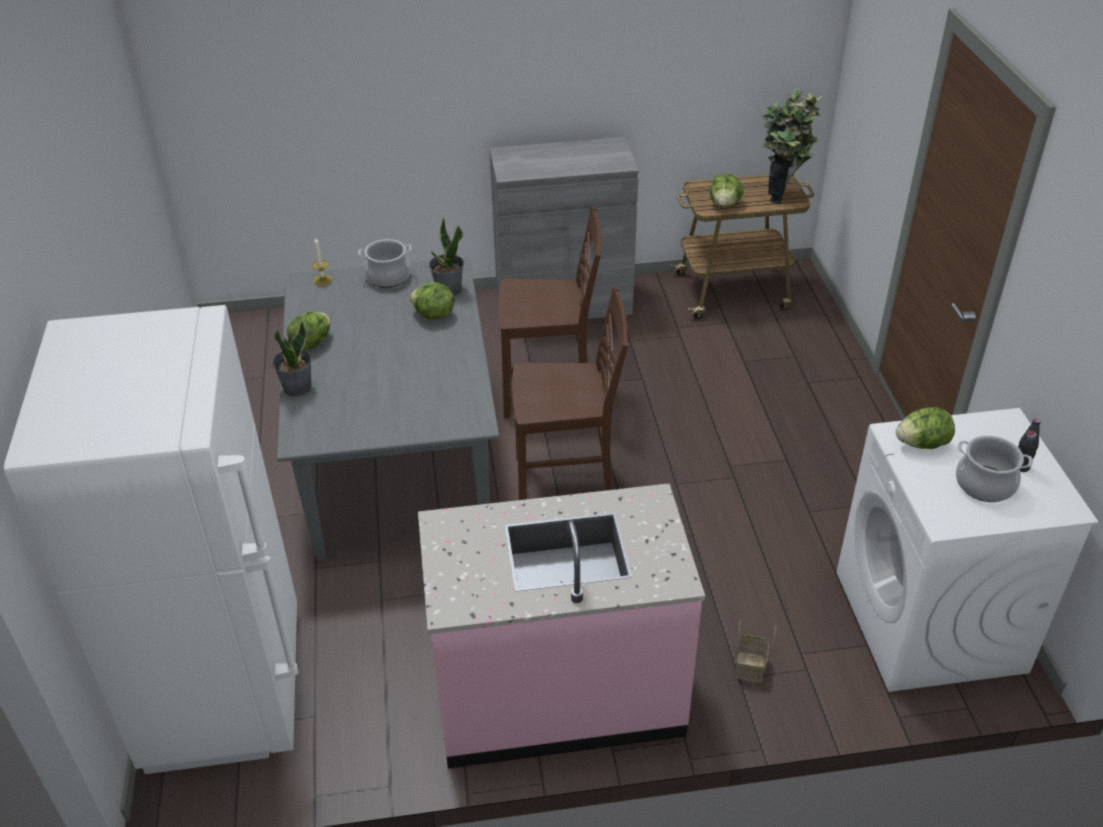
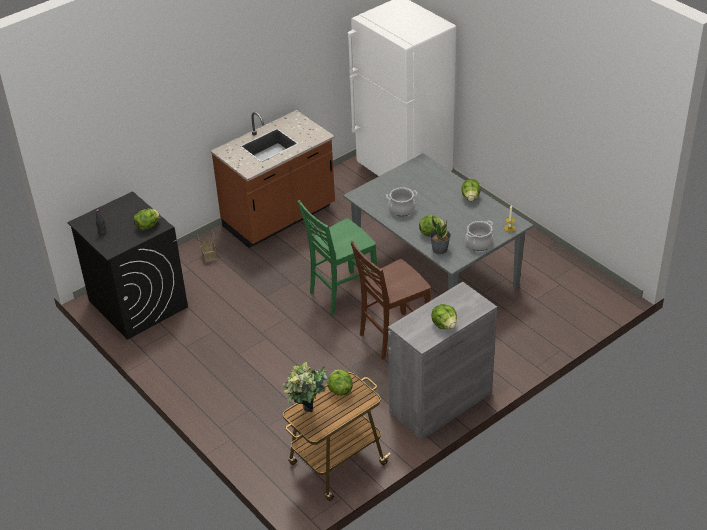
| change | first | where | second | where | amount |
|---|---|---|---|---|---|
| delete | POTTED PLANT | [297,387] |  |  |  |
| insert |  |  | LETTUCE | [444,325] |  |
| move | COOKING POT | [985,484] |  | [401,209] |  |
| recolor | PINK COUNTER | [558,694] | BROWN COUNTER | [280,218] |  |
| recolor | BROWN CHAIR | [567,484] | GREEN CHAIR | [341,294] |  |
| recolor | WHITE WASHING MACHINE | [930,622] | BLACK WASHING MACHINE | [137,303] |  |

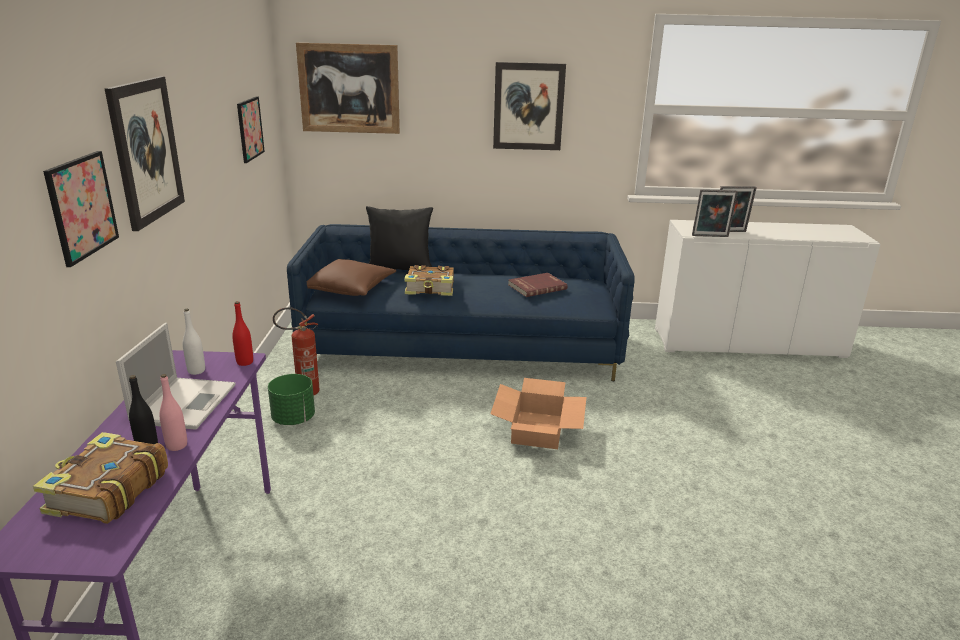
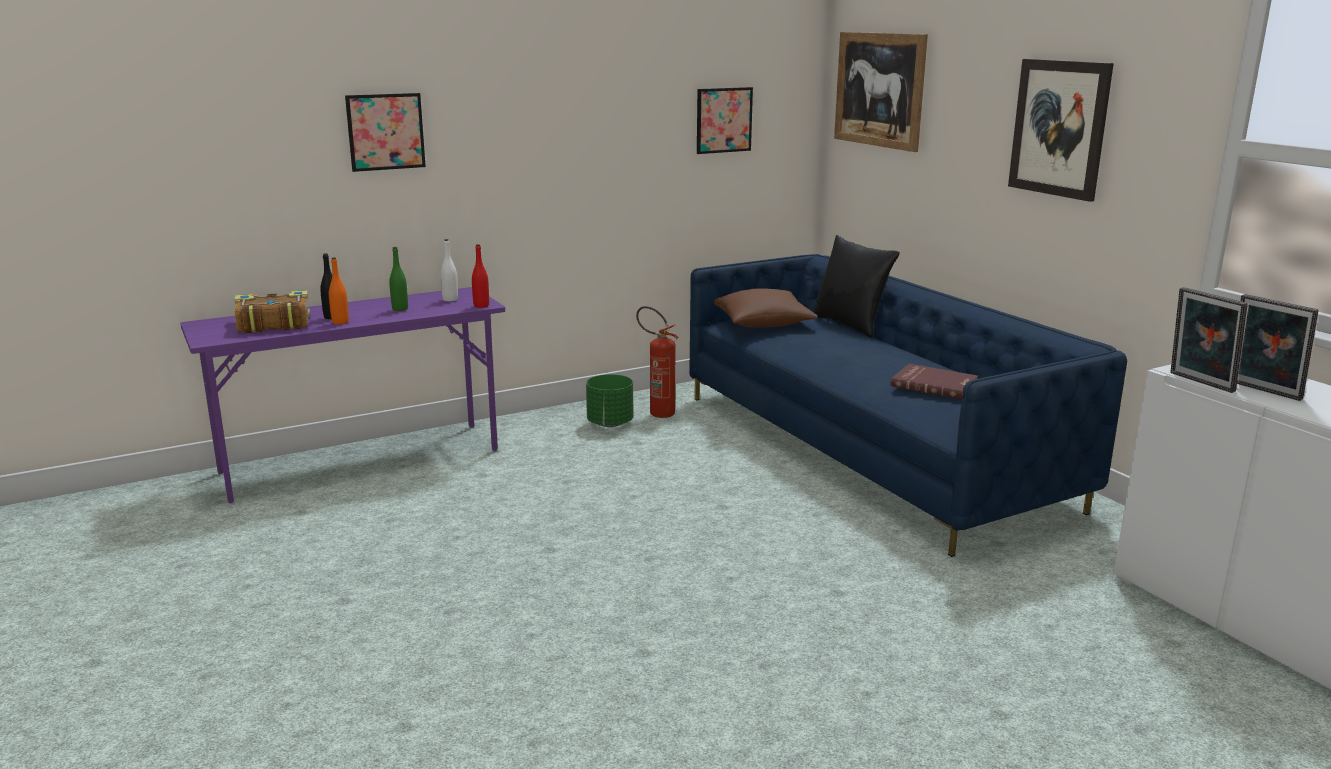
| change | first | where | second | where | amount |
|---|---|---|---|---|---|
| delete | PICTURE | [146,151] |  |  |  |
| delete | BOOK | [431,289] |  |  |  |
| delete | CARDBOARD BOX | [537,429] |  |  |  |
| replace | LAPTOP | [185,402] | GREEN BOTTLE | [400,309] |  |
| recolor | PINK BOTTLE | [177,445] | ORANGE BOTTLE | [340,322] |  |

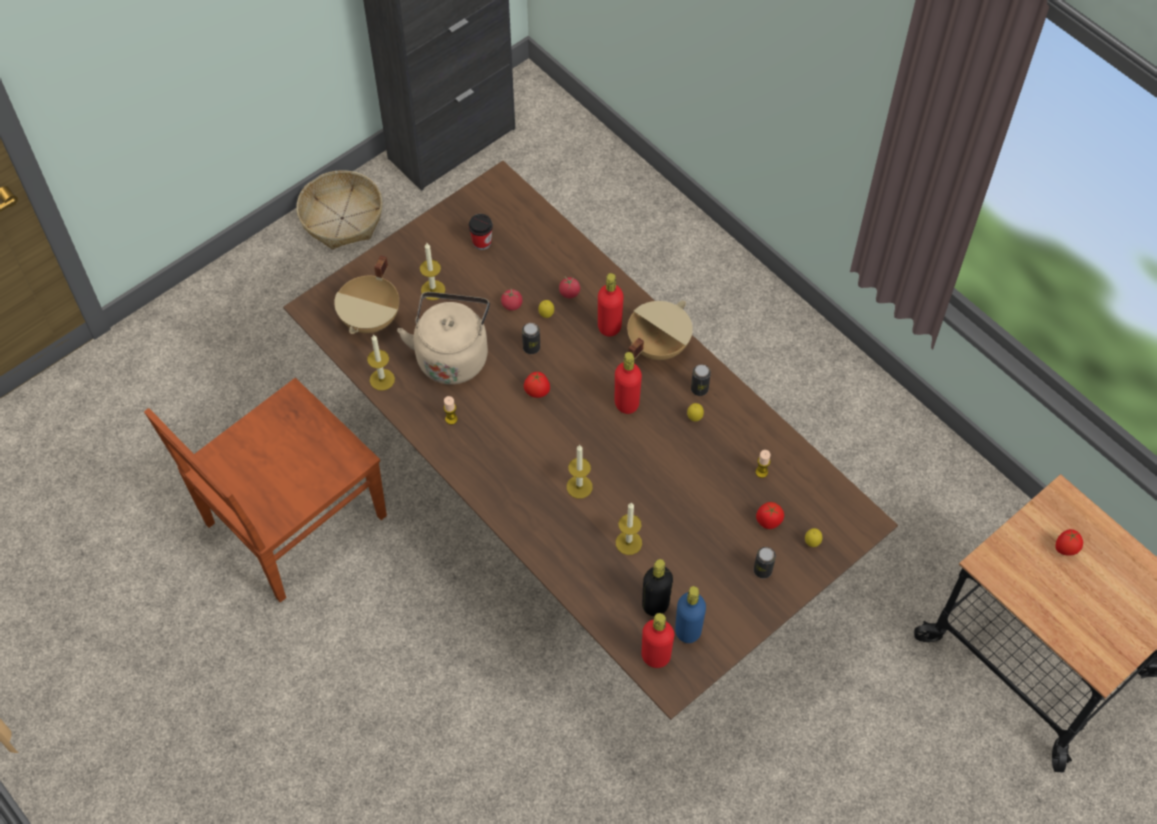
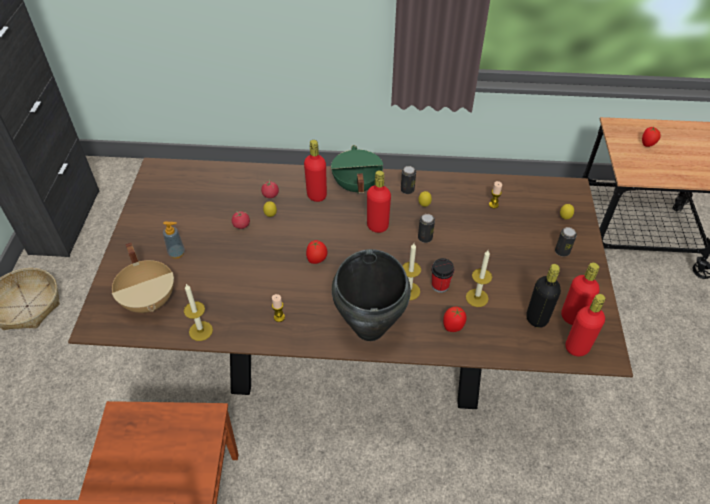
| change | first | where | second | where | amount |
|---|---|---|---|---|---|
| delete | BEIGE KETTLE | [452,355] |  |  |  |
| insert |  |  | BLACK COOKING POT | [370,328] |  |
| move | CUP | [482,242] |  | [440,285] |  |
| move | CAN | [531,347] |  | [425,238] |  |
| move | TOMATO | [768,522] |  | [453,326] |  |
| replace | CANDLE | [433,290] | SOAP DISPENSER | [177,253] |  |
| recolor | BEIGE COOKING POT | [657,345] | GREEN COOKING POT | [356,186] |  |
| recolor | BLUE BOTTLE | [688,631] | RED BOTTLE | [572,317] |  |

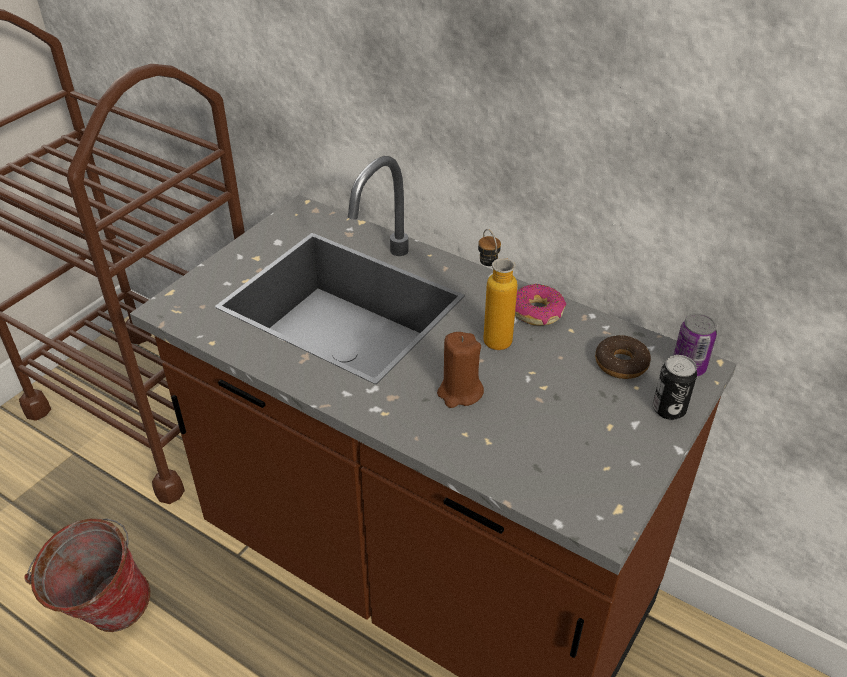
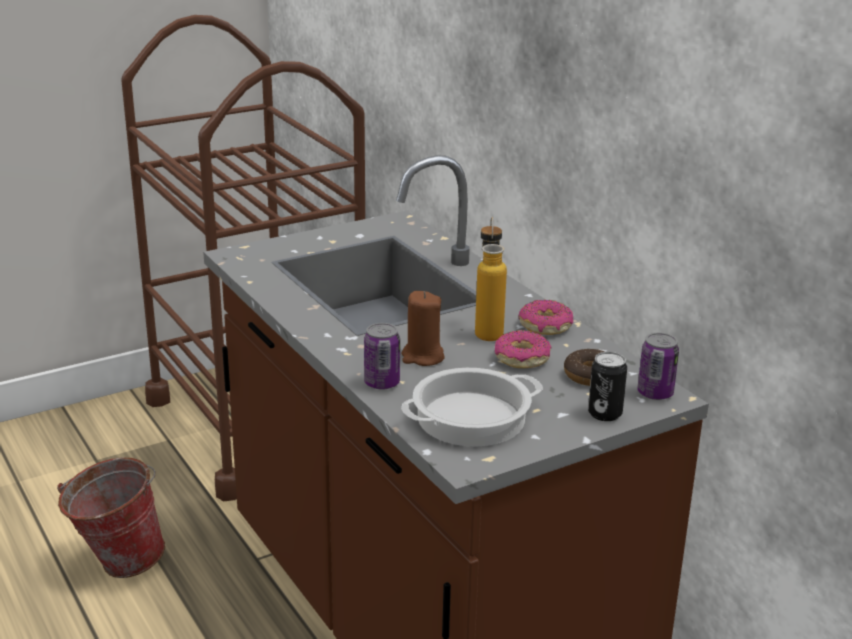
| change | first | where | second | where | amount |
|---|---|---|---|---|---|
| insert |  |  | CAN | [382,383] |  |
| insert |  |  | COOKING POT | [471,419] |  |
| insert |  |  | DONUT | [521,358] |  |

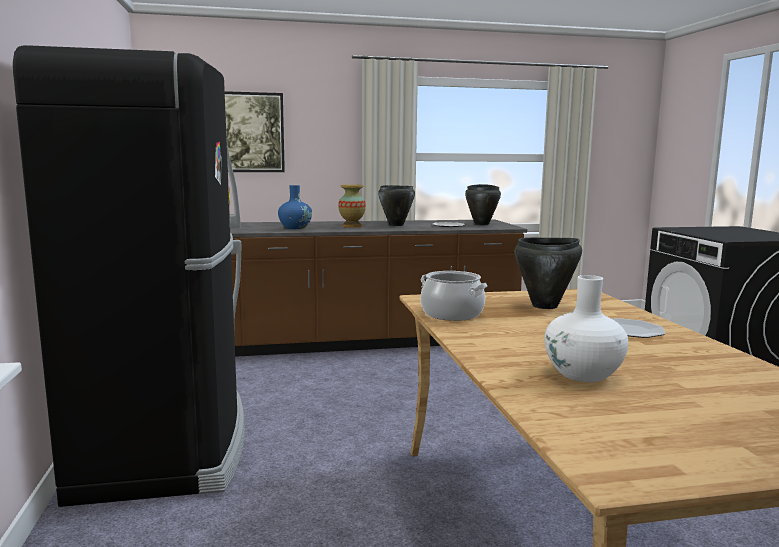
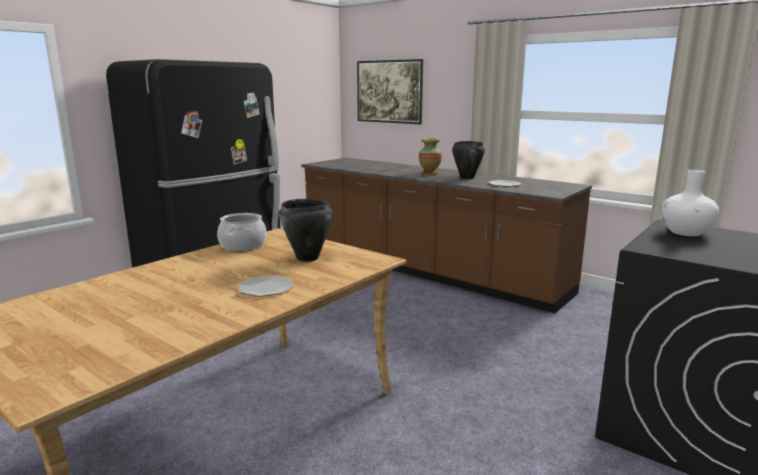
| change | first | where | second | where | amount |
|---|---|---|---|---|---|
| delete | BLUE VASE | [295,228] |  |  |  |
| delete | BLACK COOKING POT | [482,224] |  |  |  |
| move | WHITE VASE | [582,374] |  | [685,232] |  |

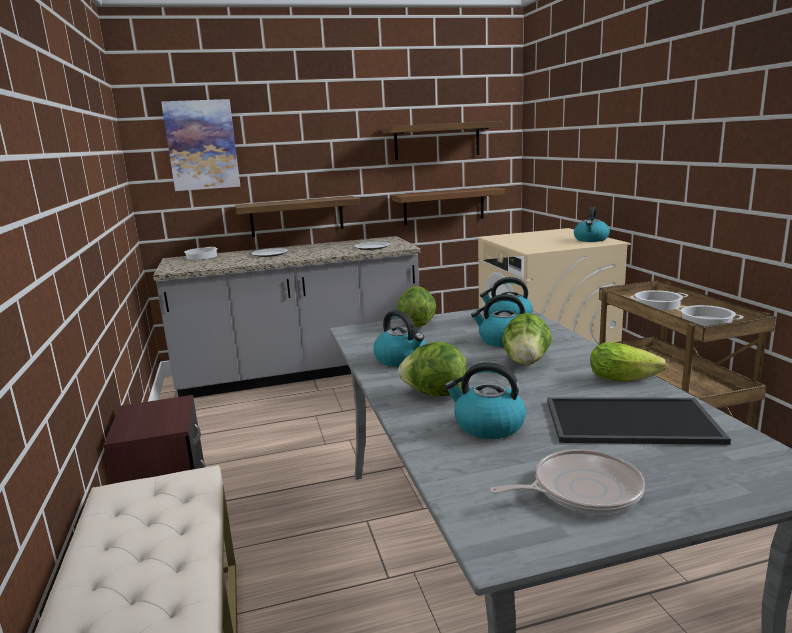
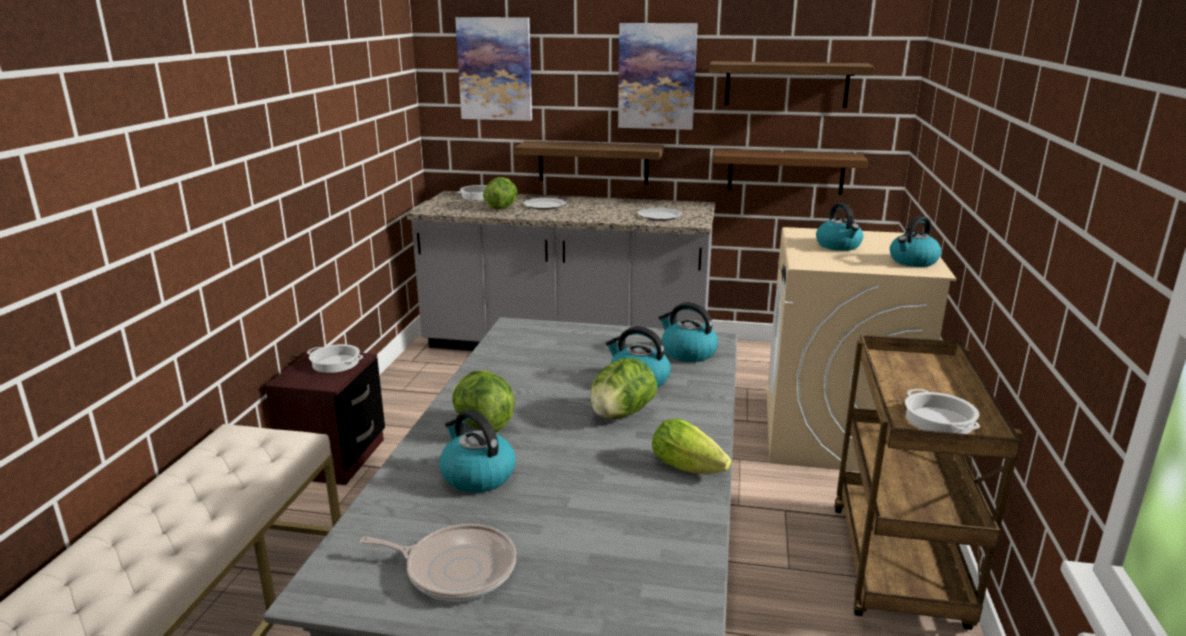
| change | first | where | second | where | amount |
|---|---|---|---|---|---|
| delete | TRAY | [629,422] |  |  |  |
| insert |  |  | PICTURE | [657,76] |  |
| move | KETTLE | [401,359] |  | [839,246] |  |
| move | LETTUCE | [416,324] |  | [502,208] |  |
| move | COOKING POT | [657,305] |  | [335,363] |  |

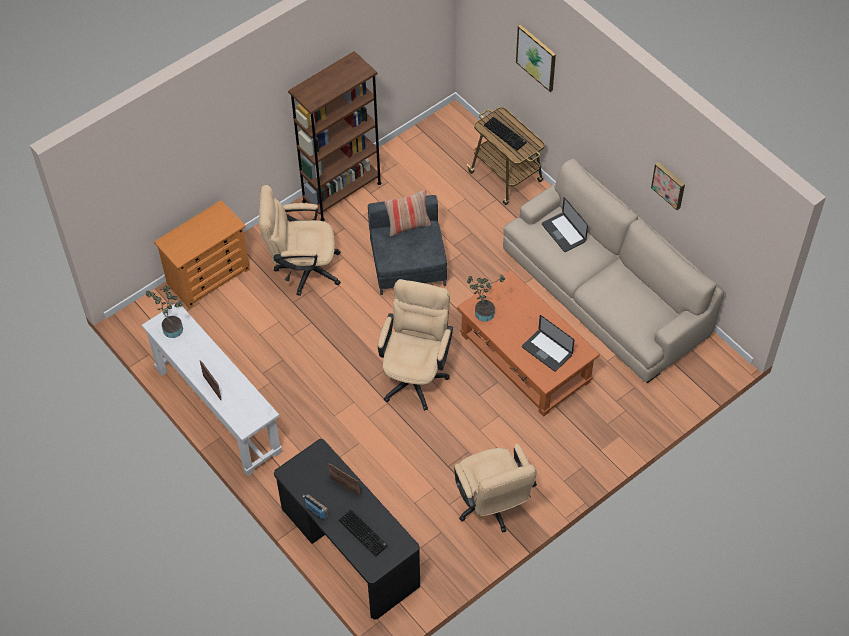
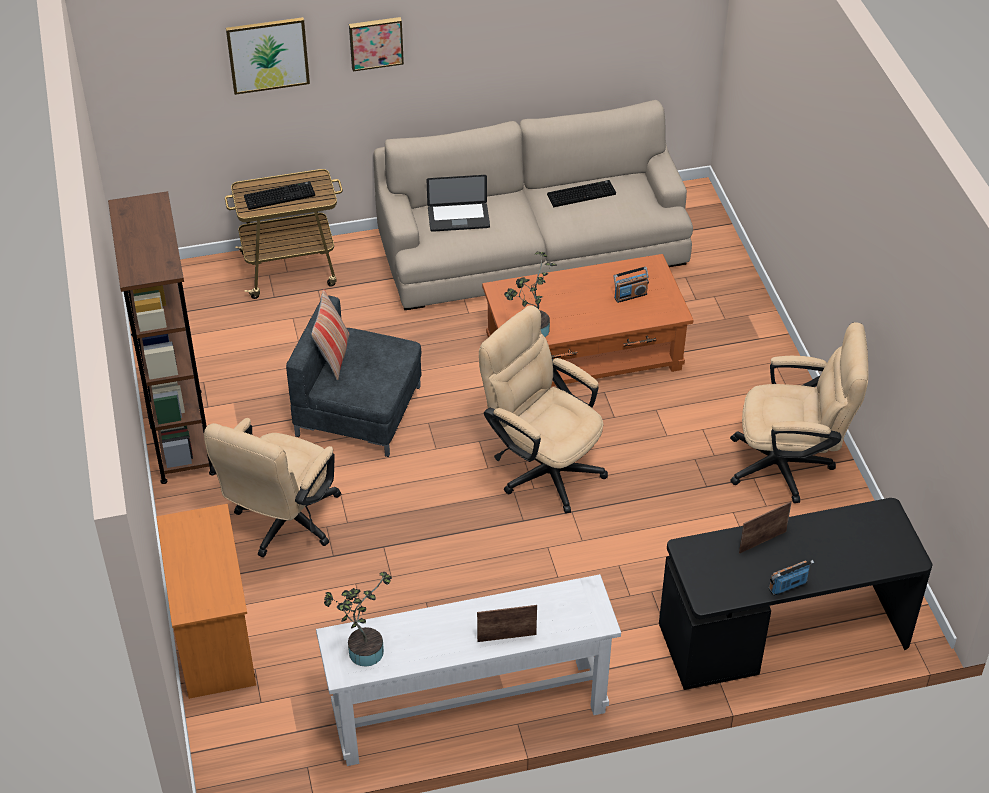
| change | first | where | second | where | amount |
|---|---|---|---|---|---|
| move | KEYBOARD | [364,533] |  | [581,194] |  |
| move | PICTURE | [669,185] |  | [375,42] |  |
| replace | LAPTOP | [547,351] | RADIO | [630,295] |  |

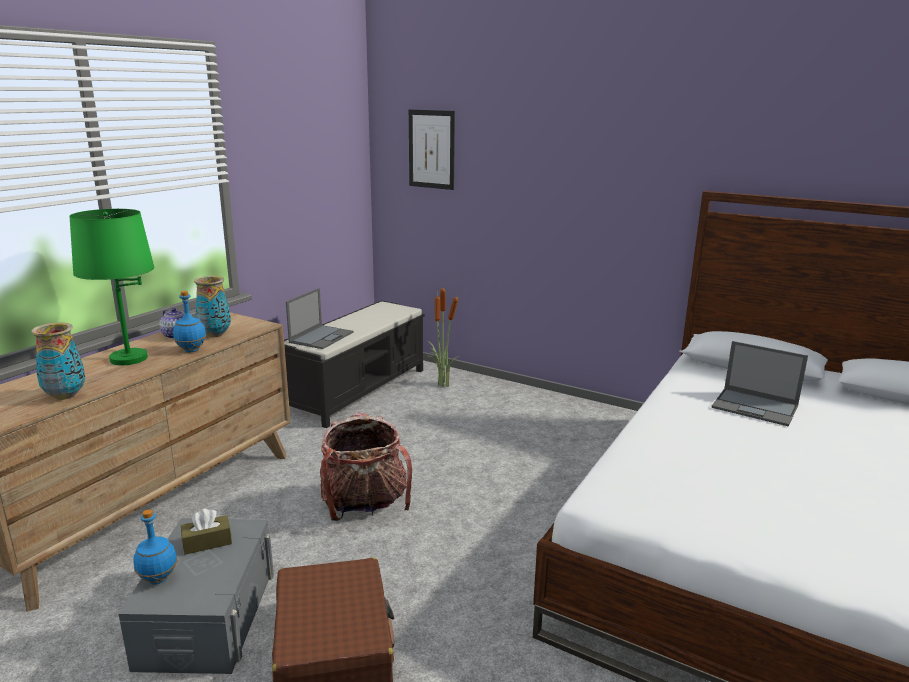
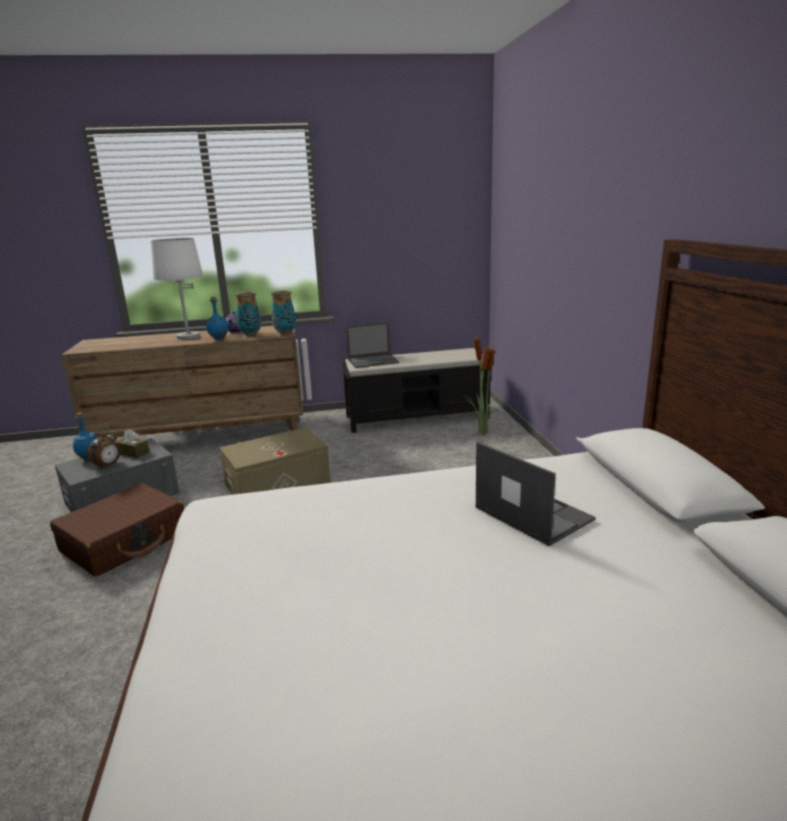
| change | first | where | second | where | amount |
|---|---|---|---|---|---|
| delete | PICTURE | [431,149] |  |  |  |
| insert |  |  | ALARM CLOCK | [108,465] |  |
| move | VASE | [65,396] |  | [285,333] |  |
| replace | BACKPACK | [364,506] | BEIGE STORAGE BOX | [277,484] |  |
| recolor | GREEN TABLE LAMP | [129,359] | WHITE TABLE LAMP | [188,337] |  |
| rotate | LAPTOP | [756,407] |  | [532,513] | 150 degrees clockwise |

